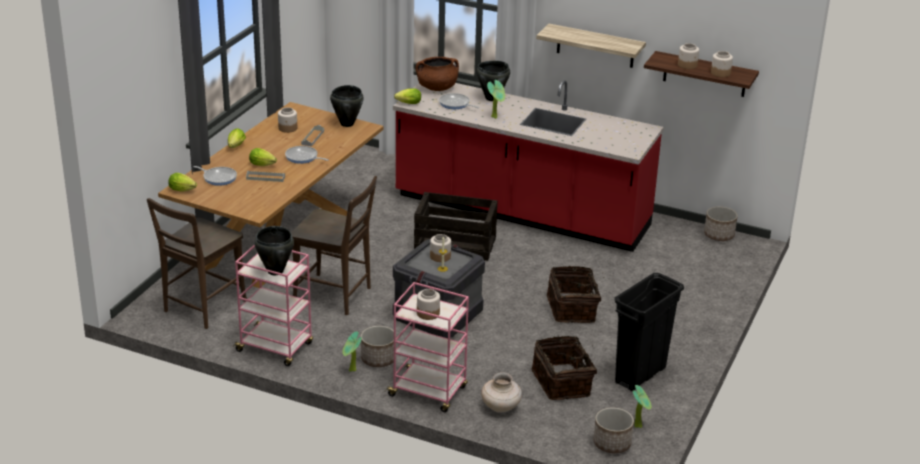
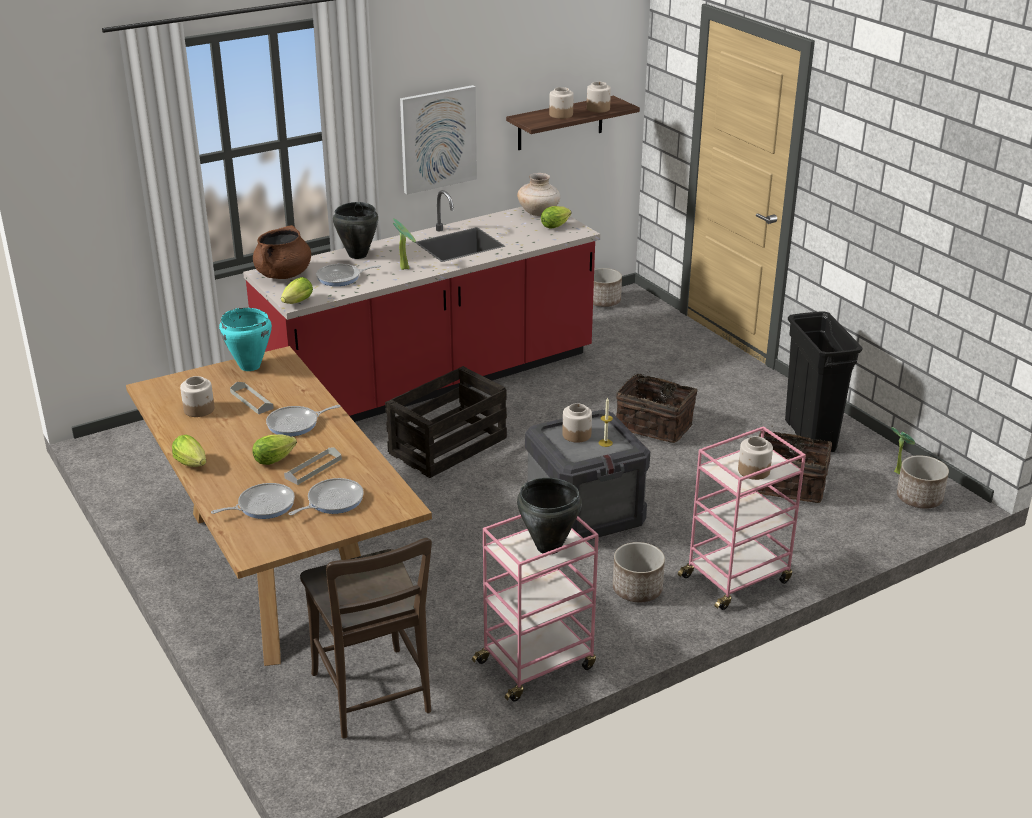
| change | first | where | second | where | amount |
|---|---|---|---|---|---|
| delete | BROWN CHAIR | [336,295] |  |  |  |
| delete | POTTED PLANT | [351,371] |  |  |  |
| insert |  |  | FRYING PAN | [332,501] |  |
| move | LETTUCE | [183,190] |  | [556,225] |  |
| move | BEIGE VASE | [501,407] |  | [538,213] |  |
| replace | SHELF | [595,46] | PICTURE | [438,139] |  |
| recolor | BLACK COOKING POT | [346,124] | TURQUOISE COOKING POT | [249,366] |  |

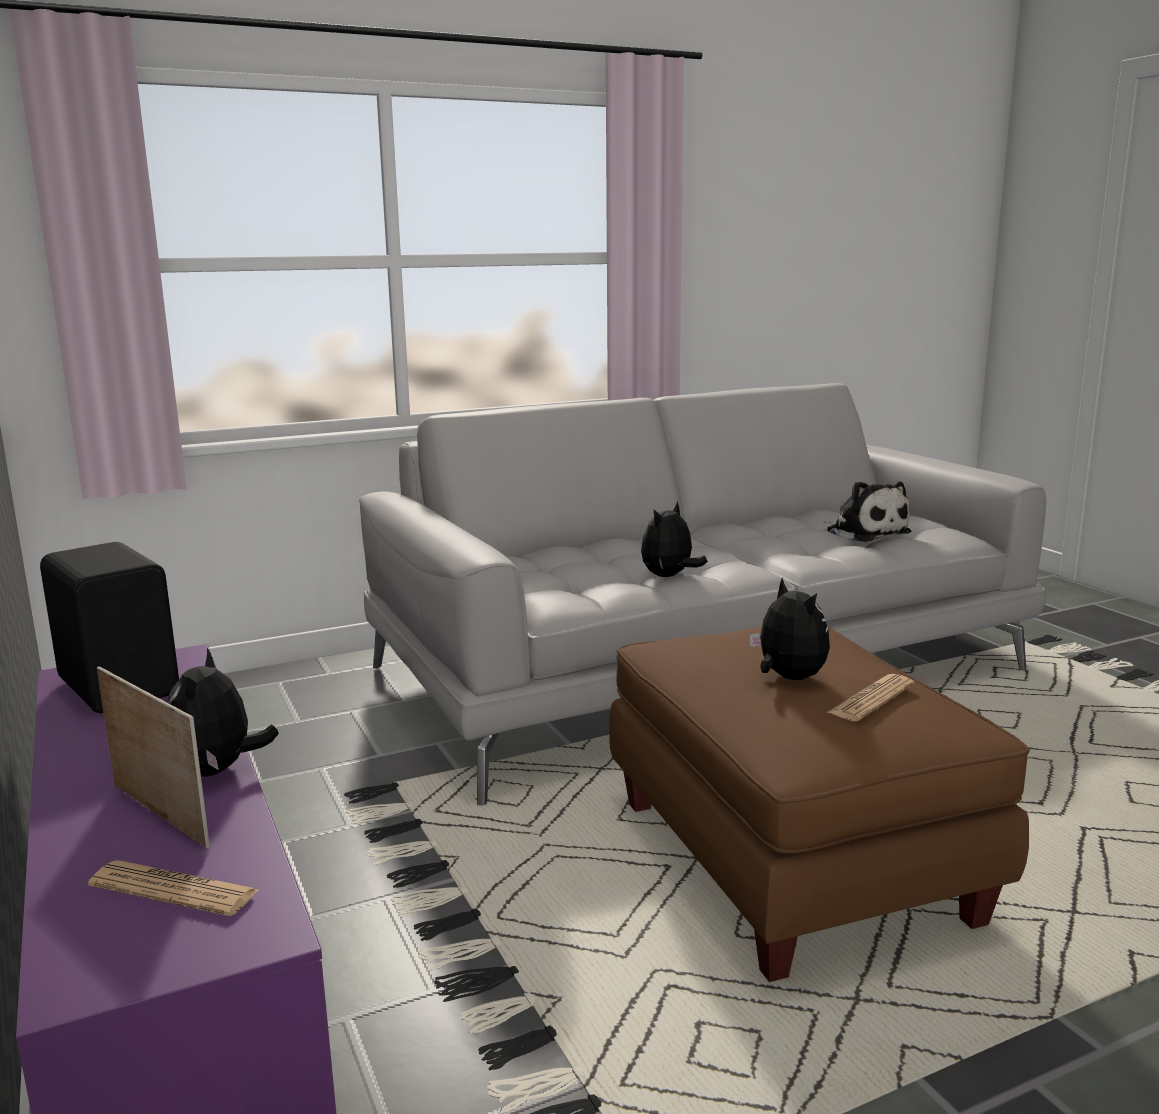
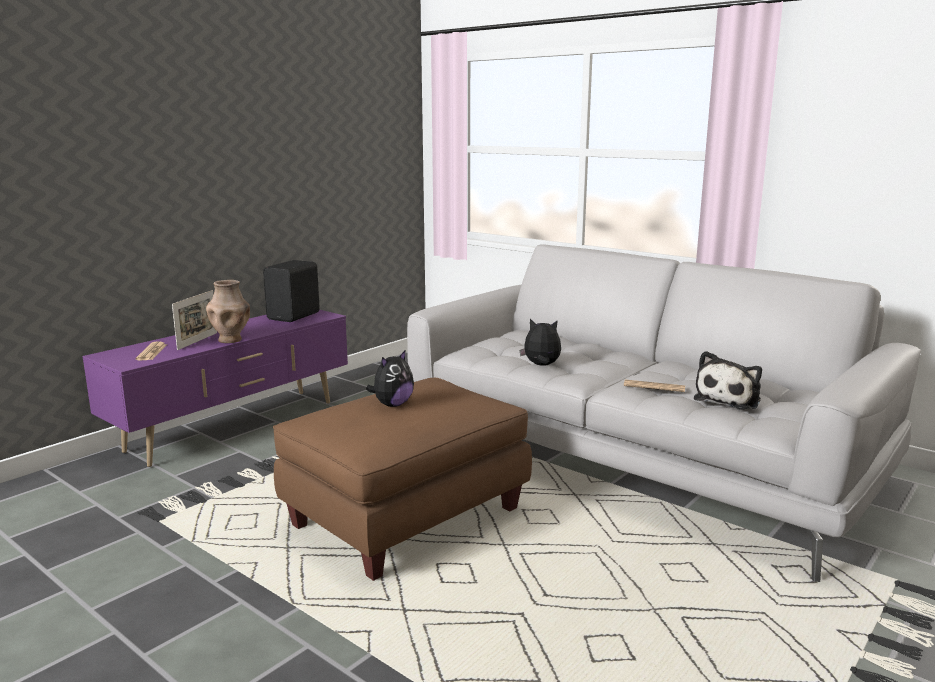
| change | first | where | second | where | amount |
|---|---|---|---|---|---|
| move | NEWSPAPER | [871,699] |  | [654,387] |  |
| replace | PLUSH TOY | [218,771] | BROWN VASE | [231,340] |  |

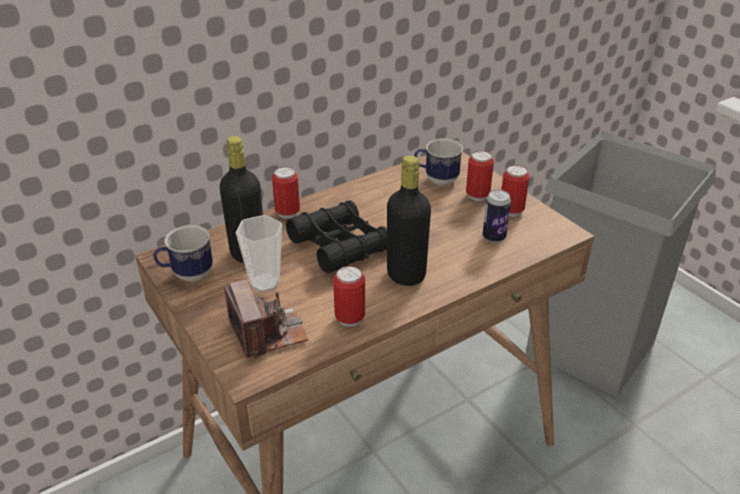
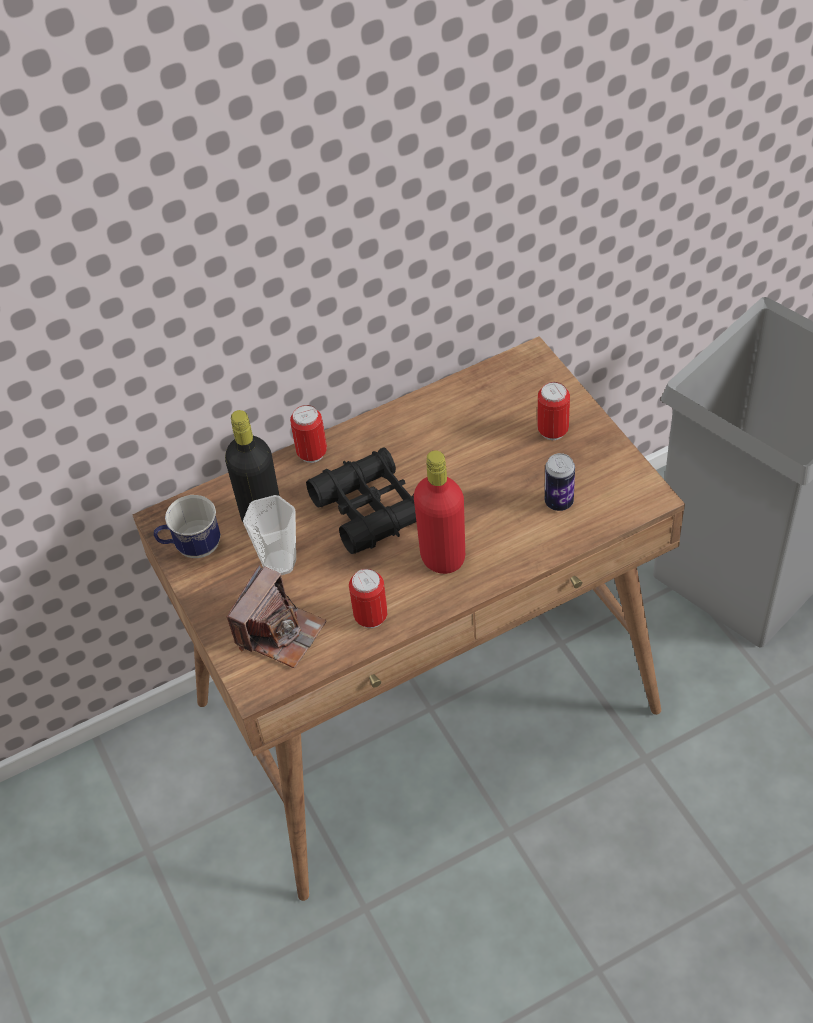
| change | first | where | second | where | amount |
|---|---|---|---|---|---|
| delete | MUG | [436,179] |  |  |  |
| delete | CAN | [511,211] |  |  |  |
| recolor | BLACK BOTTLE | [406,275] | RED BOTTLE | [443,557] |  |
| rotate | PHOTO CAMERA | [268,332] |  | [280,632] | 45 degrees clockwise |

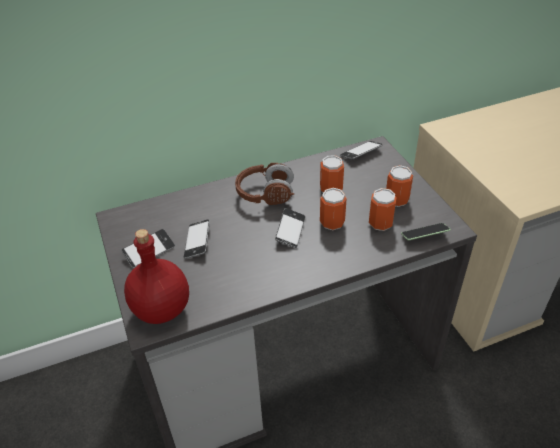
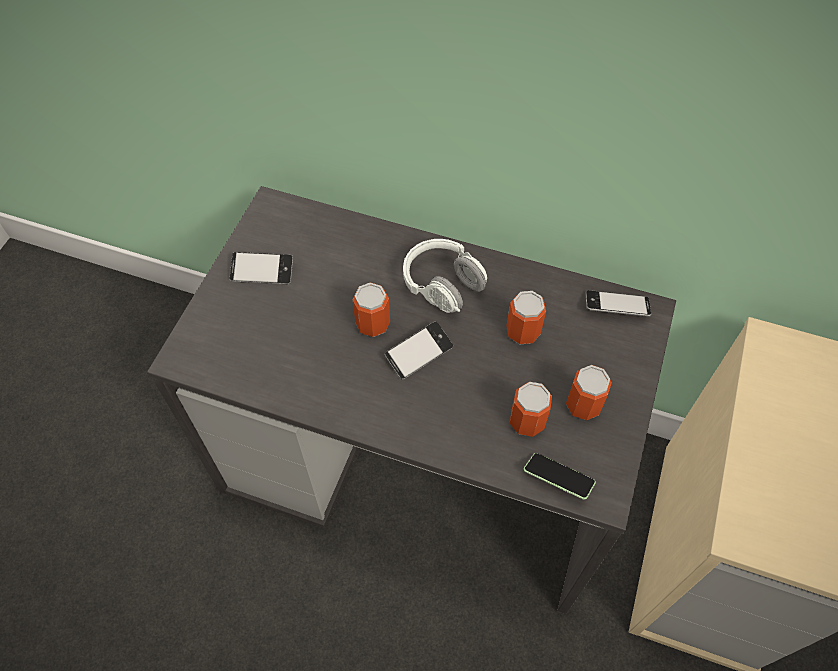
| change | first | where | second | where | amount |
|---|---|---|---|---|---|
| delete | RED BOTTLE | [161,308] |  |  |  |
| delete | PHONE | [197,242] |  |  |  |
| move | CAN | [332,222] |  | [373,324] |  |
| recolor | BROWN HEADPHONES | [265,195] | WHITE HEADPHONES | [442,285] |  |

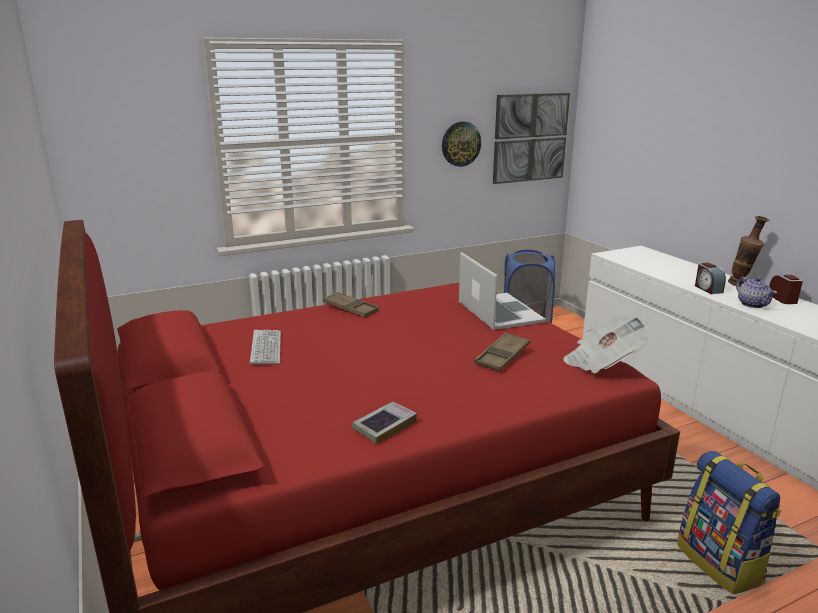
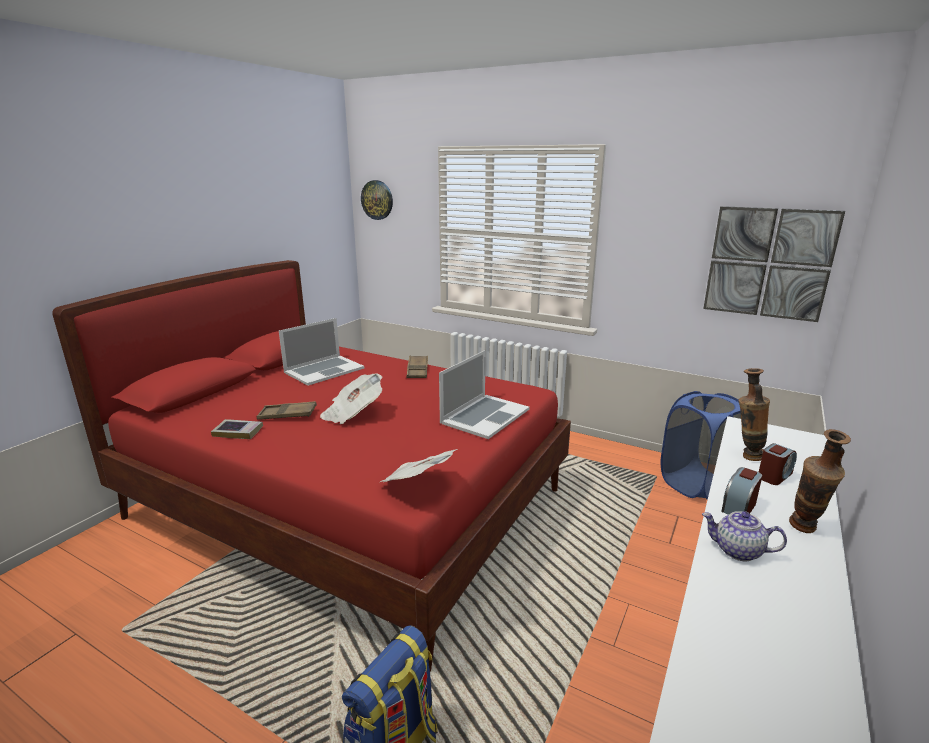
| change | first | where | second | where | amount |
|---|---|---|---|---|---|
| insert |  |  | NEWSPAPER | [353,414] |  |
| insert |  |  | VASE | [745,456] |  |
| move | WALL CLOCK | [460,144] |  | [377,200] |  |
| move | BROWN TRAY | [502,356] |  | [287,415] |  |
| move | ALARM CLOCK | [783,299] |  | [774,476] |  |
| replace | KEYBOARD | [266,348] | LAPTOP | [324,370] |  |
| rotate | TEAPOT | [753,304] |  | [737,551] | 75 degrees clockwise |

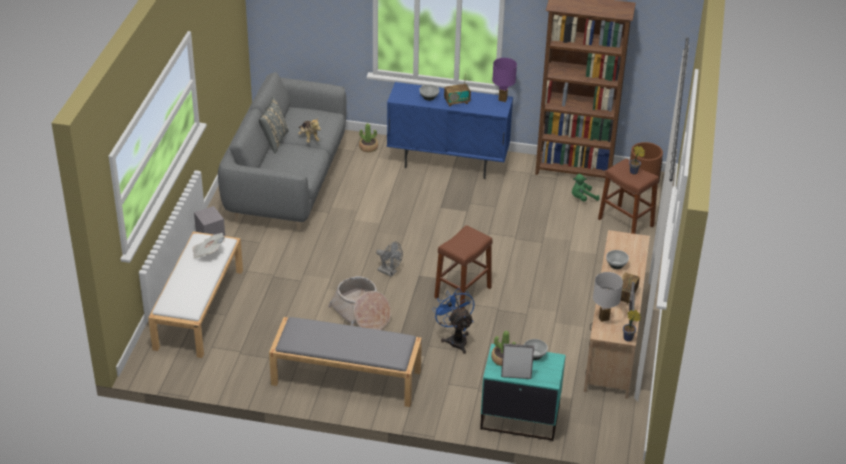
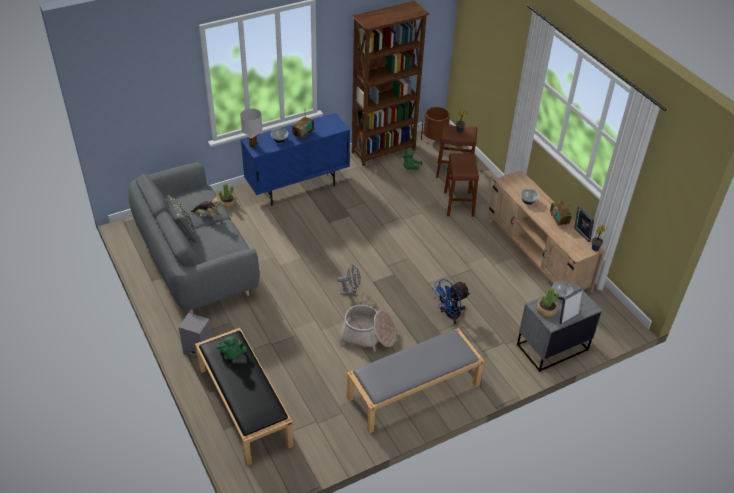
| change | first | where | second | where | amount |
|---|---|---|---|---|---|
| delete | PURPLE TABLE LAMP | [502,100] |  |  |  |
| move | BROWN STOOL | [463,292] |  | [458,204] |  |
| move | WHITE TABLE LAMP | [603,319] |  | [253,145] |  |
| replace | NEWSPAPER | [208,252] | GREEN PLUSH TOY | [232,355] |  |
| recolor | WHITE BENCH | [198,308] | BLACK BENCH | [243,406] |  |
| recolor | TURQUOISE NIGHTSTAND | [519,418] | GREY NIGHTSTAND | [551,347] |  |
| rotate | BLUE FAN | [455,339] |  | [449,315] | 60 degrees counterclockwise |

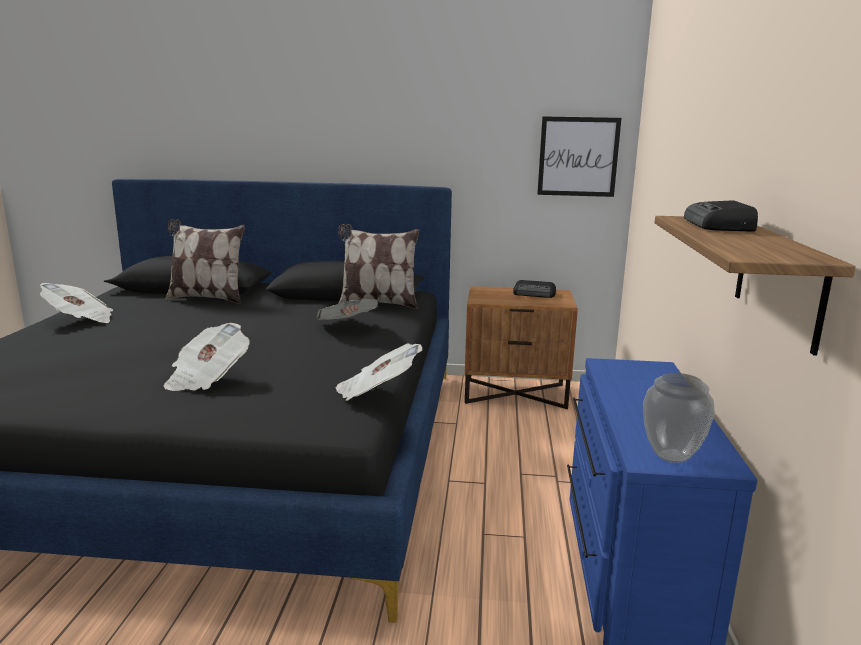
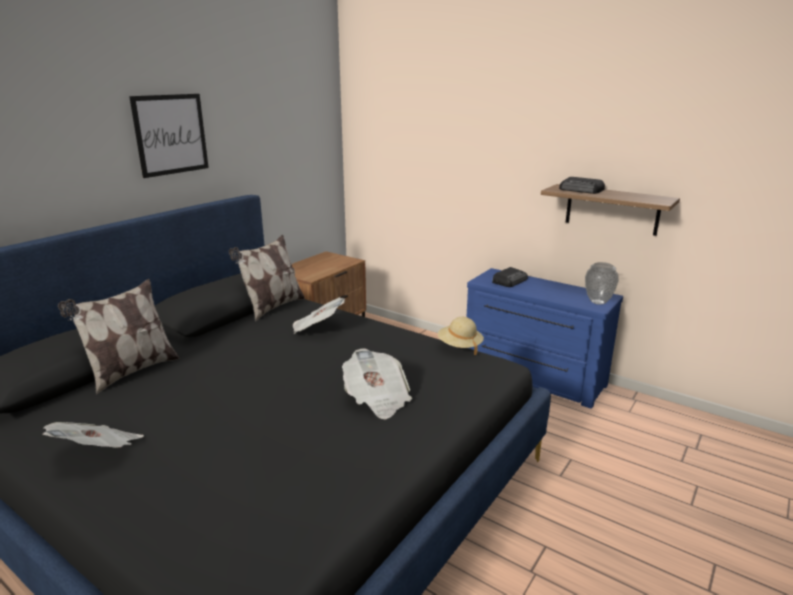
| change | first | where | second | where | amount |
|---|---|---|---|---|---|
| move | RADIO | [535,294] |  | [510,281] |  |
| move | PICTURE | [578,157] |  | [171,134] |  |
| replace | NEWSPAPER | [377,392] | BEIGE HAT | [459,346] |  |

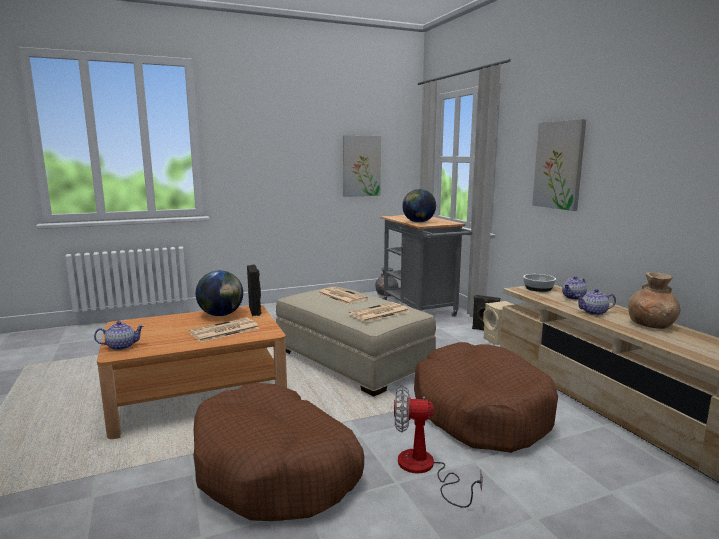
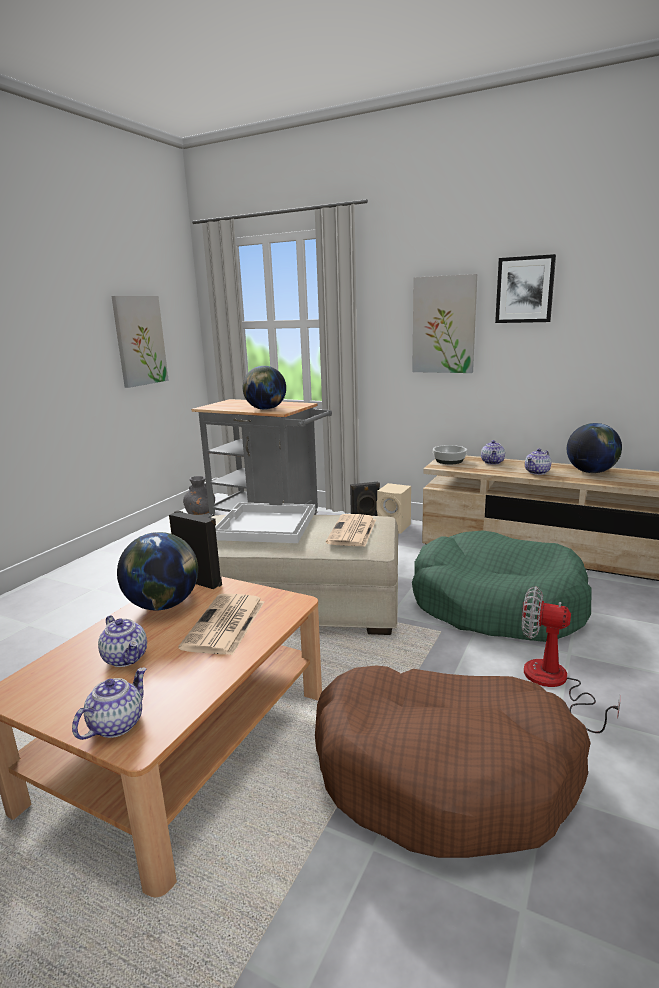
| change | first | where | second | where | amount |
|---|---|---|---|---|---|
| insert |  |  | TEAPOT | [126,658] |  |
| insert |  |  | PICTURE | [525,290] |  |
| replace | NEWSPAPER | [341,296] | WHITE TRAY | [265,525] |  |
| replace | BROWN VASE | [651,325] | GLOBE | [591,472] |  |
| recolor | BROWN DOG BED | [480,411] | GREEN DOG BED | [496,604] |  |
| rotate | FAN | [424,469] |  | [554,684] | 60 degrees clockwise |

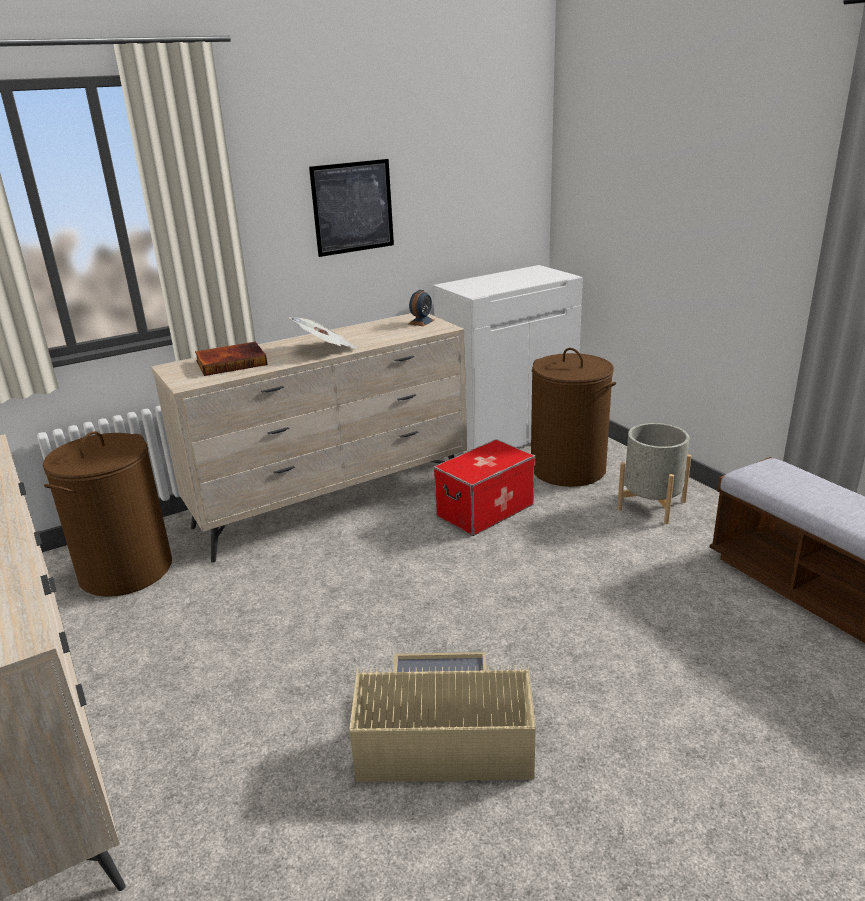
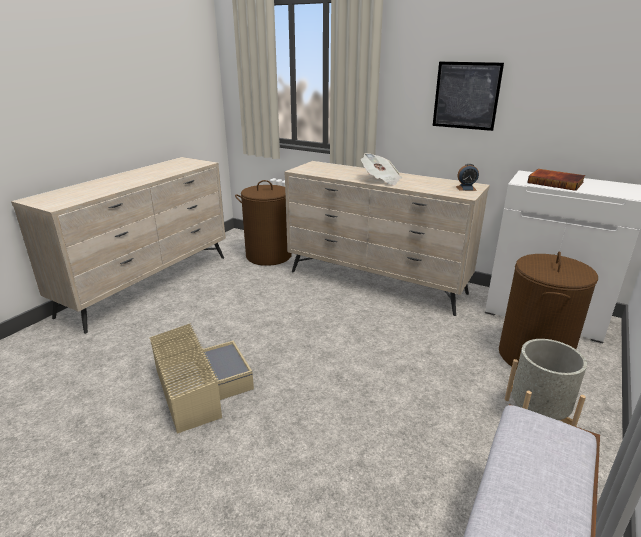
| change | first | where | second | where | amount |
|---|---|---|---|---|---|
| delete | STORAGE BOX | [485,510] |  |  |  |
| move | BOOK | [231,362] |  | [556,182] |  |

